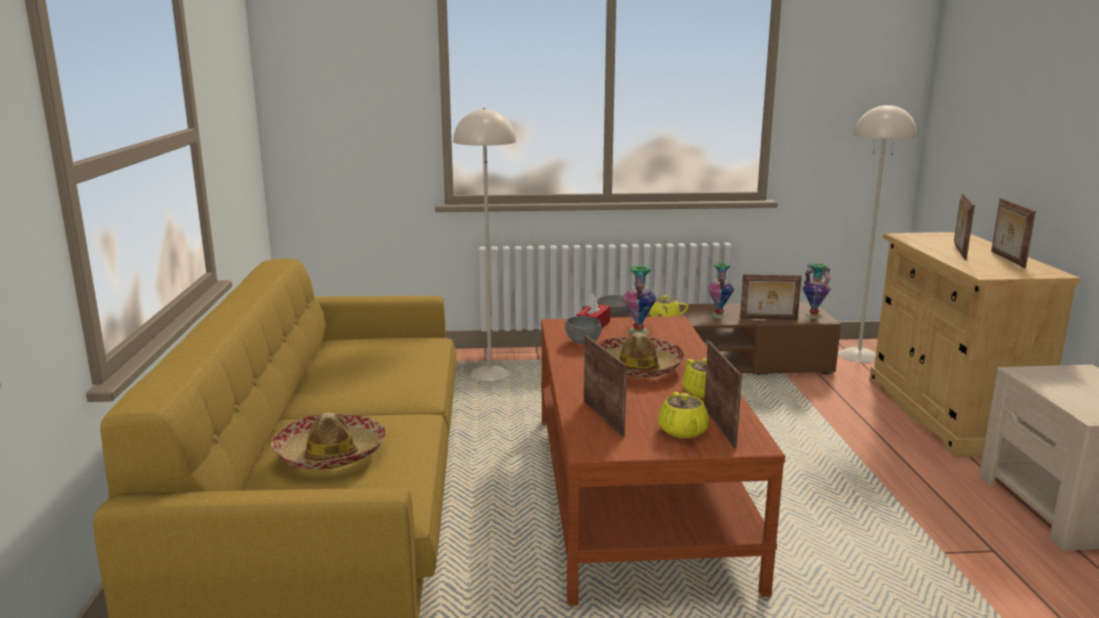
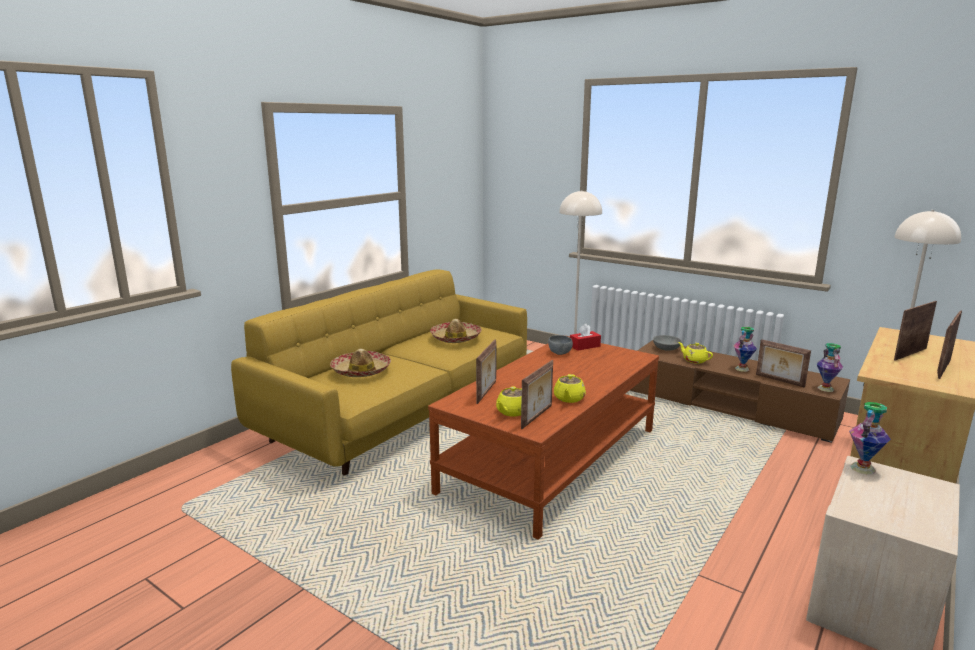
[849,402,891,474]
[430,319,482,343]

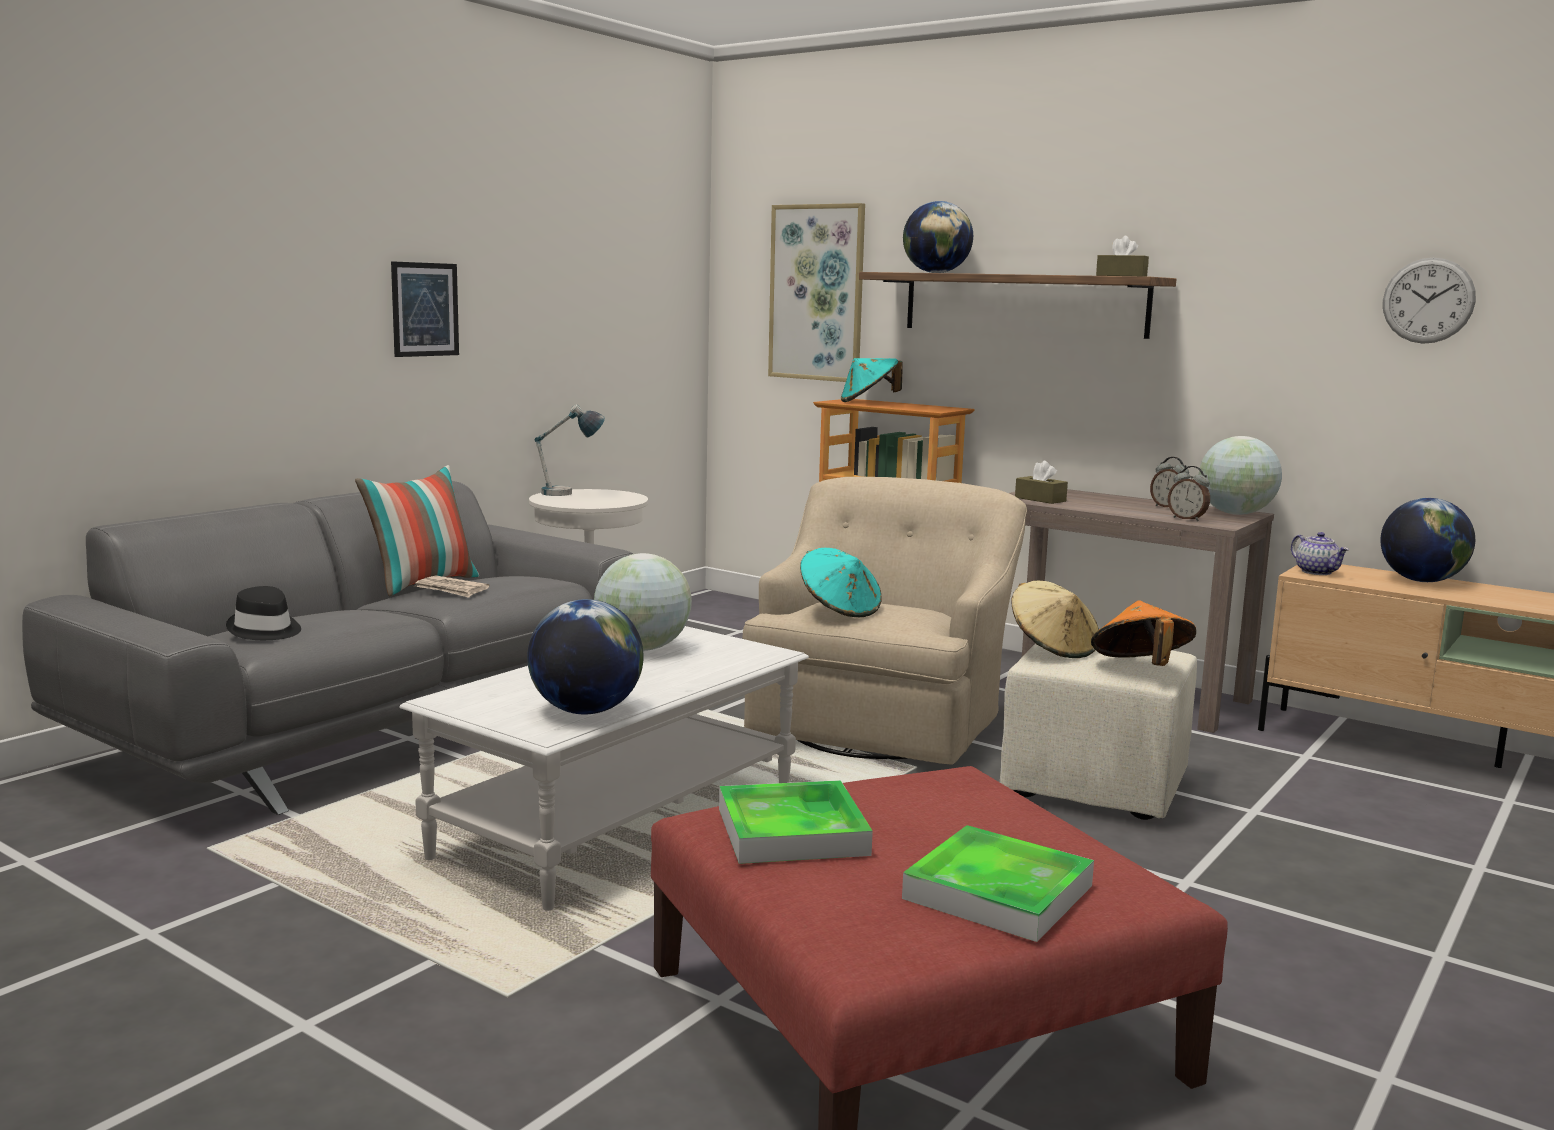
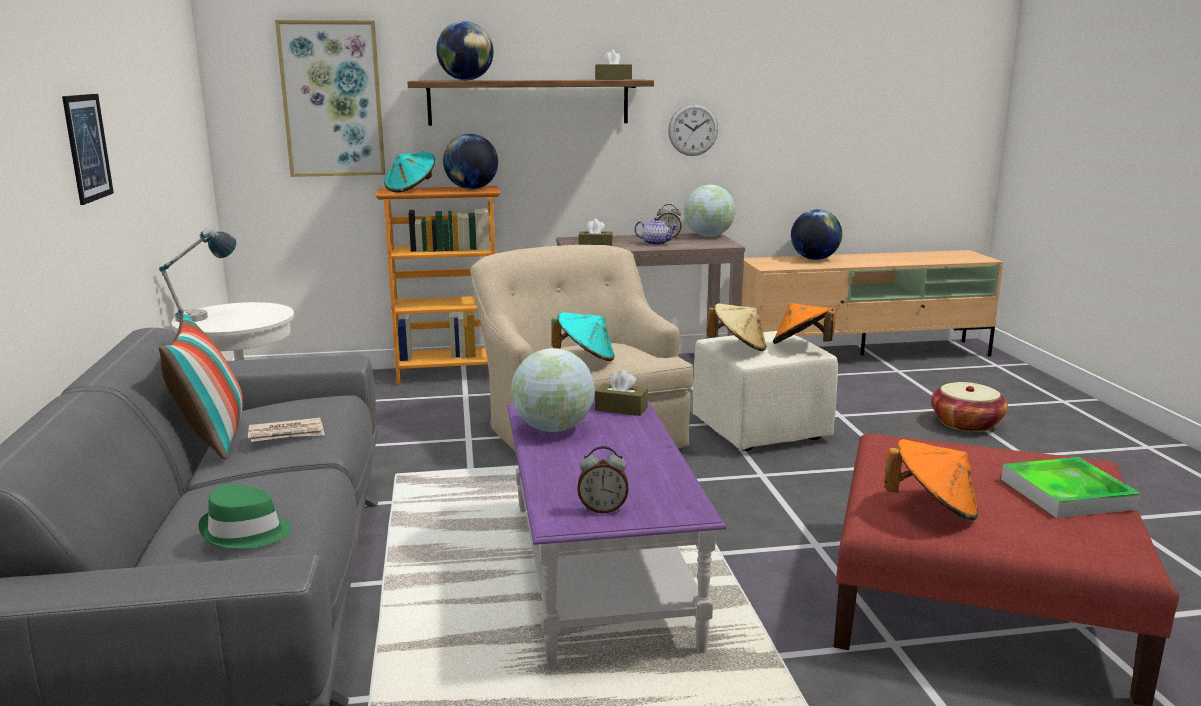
[668,103,718,156]
[577,446,629,513]
[634,217,678,245]
[198,484,292,549]
[443,134,498,189]
[507,398,726,669]
[884,439,978,520]
[595,370,648,416]
[931,382,1008,432]

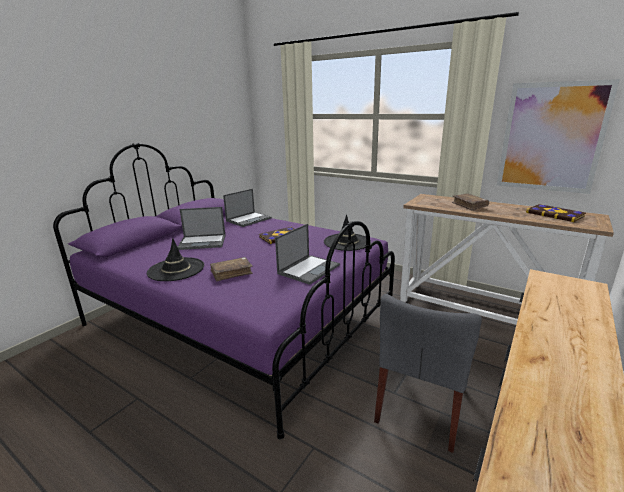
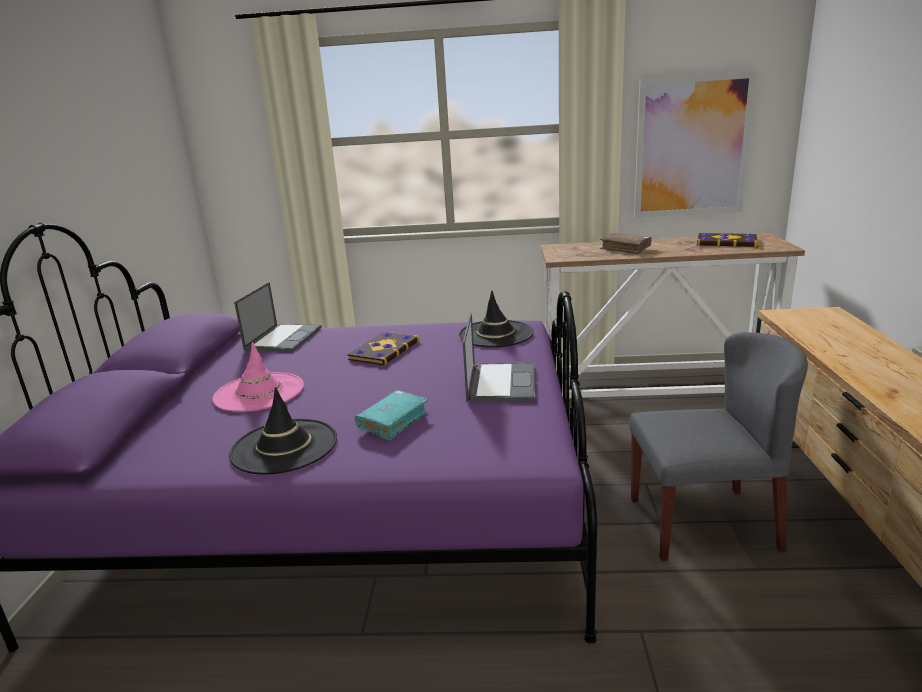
[212,342,304,412]
[355,390,428,441]
[629,332,808,561]

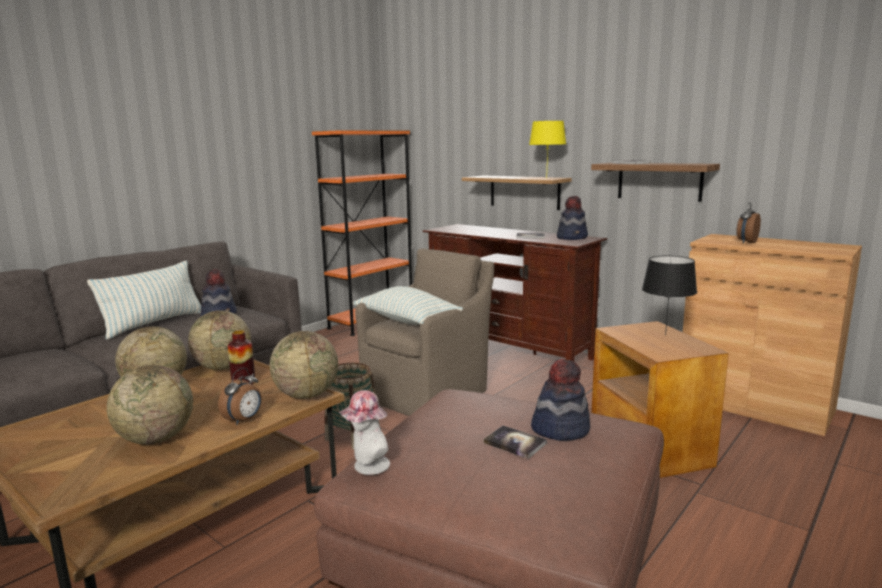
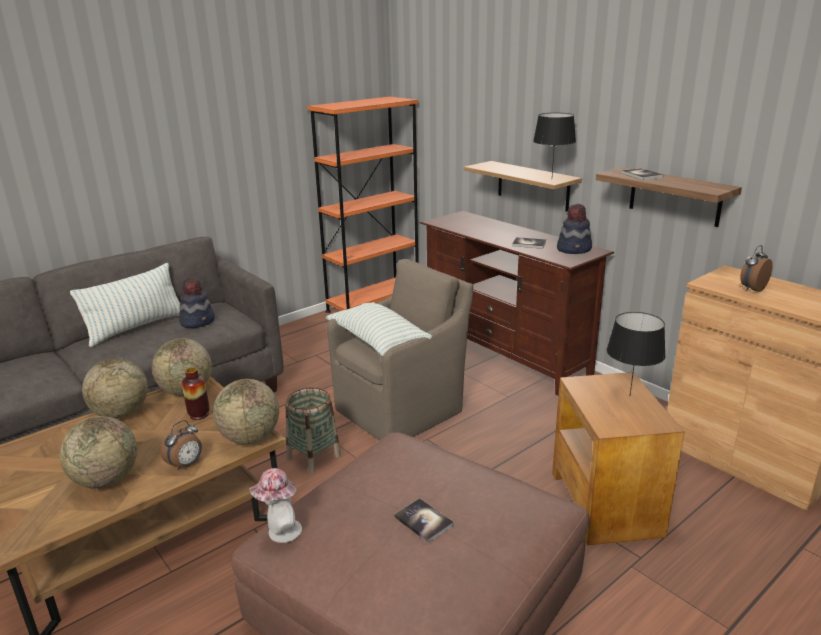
[533,113,576,175]
[531,359,590,441] (first image)

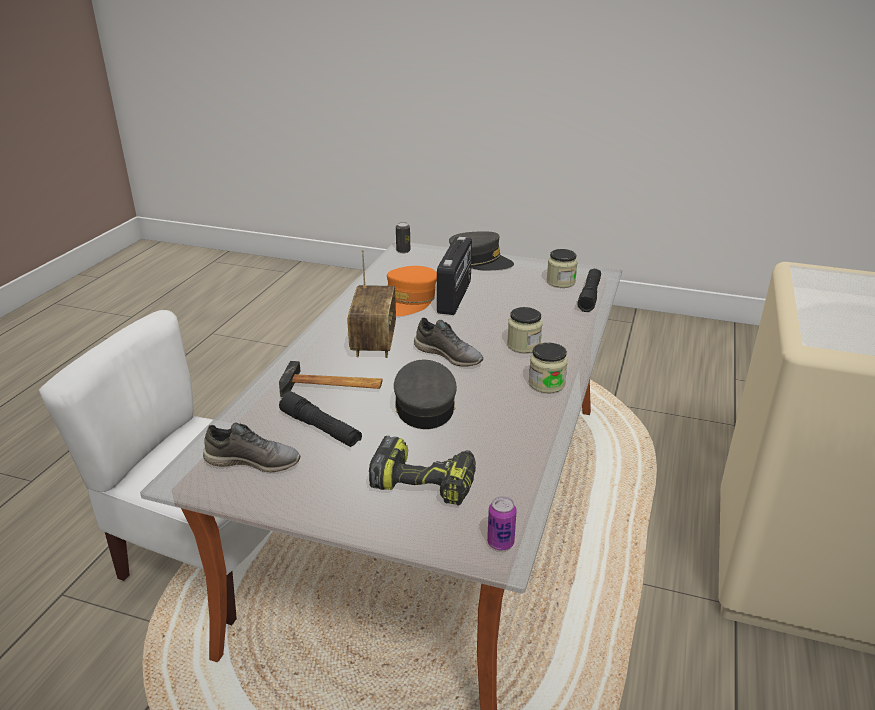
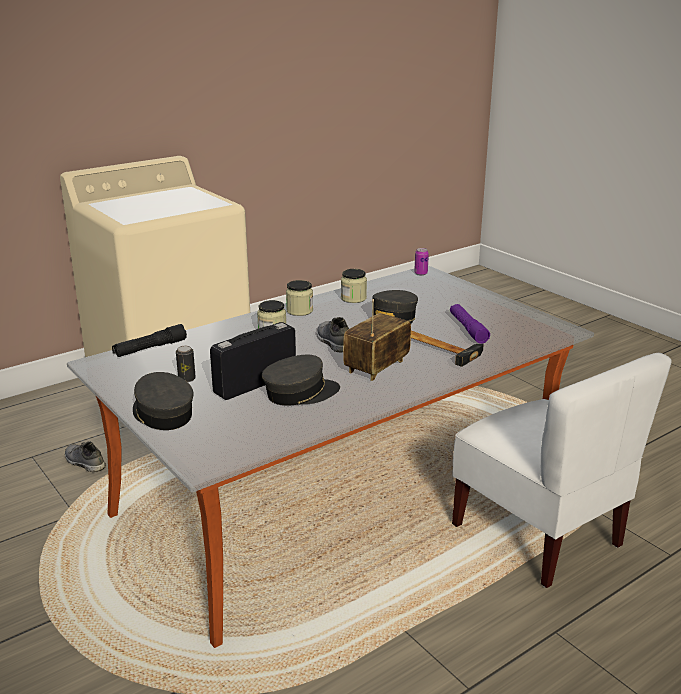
[176,346,196,382]
[341,269,367,303]
[262,355,340,406]
[450,304,490,344]
[65,442,106,472]
[369,436,476,506] (first image)

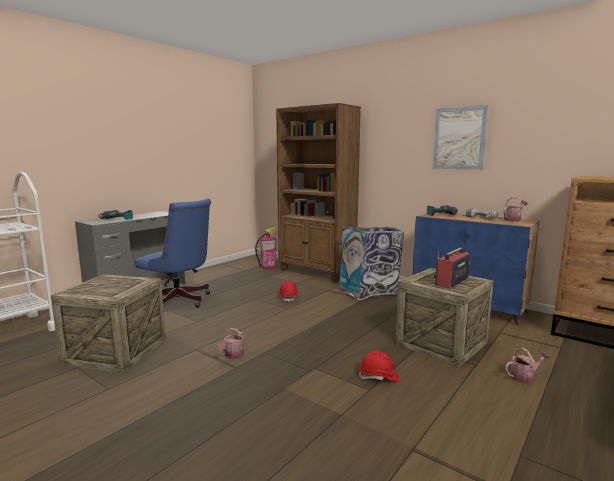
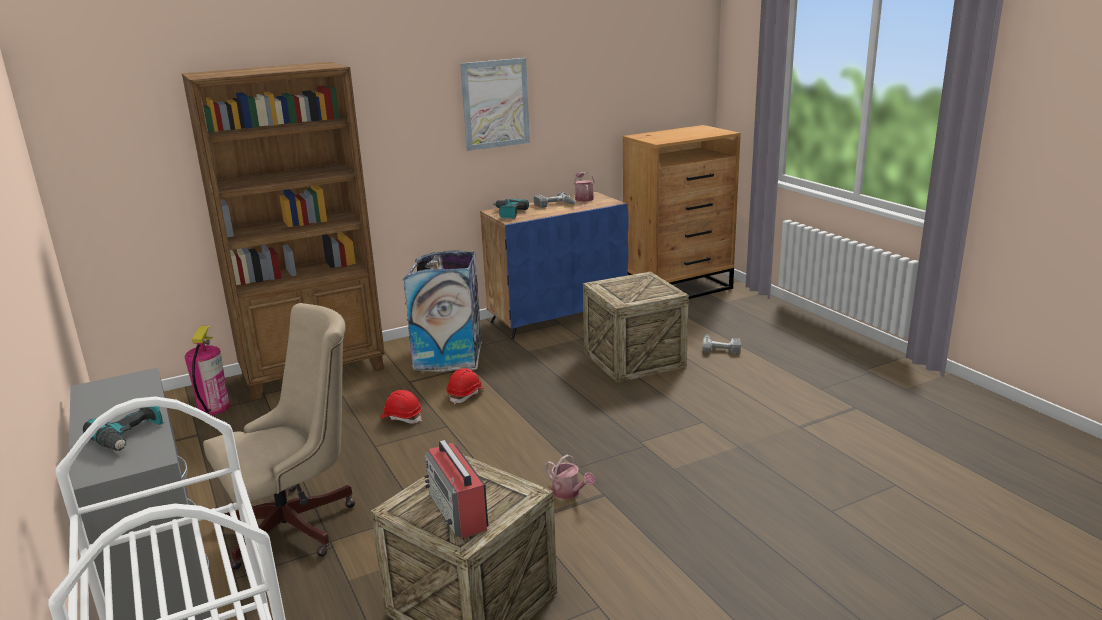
[203,303,355,570]
[424,440,488,538]
[702,334,741,354]
[446,368,484,404]

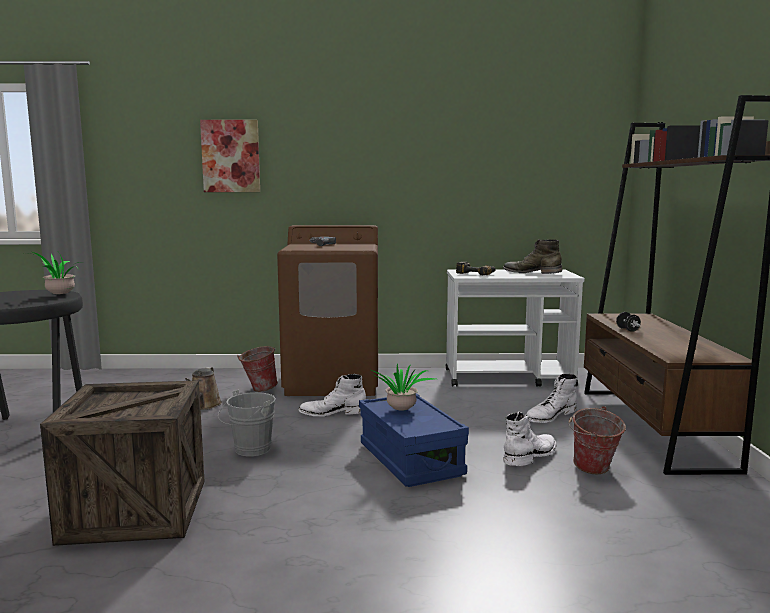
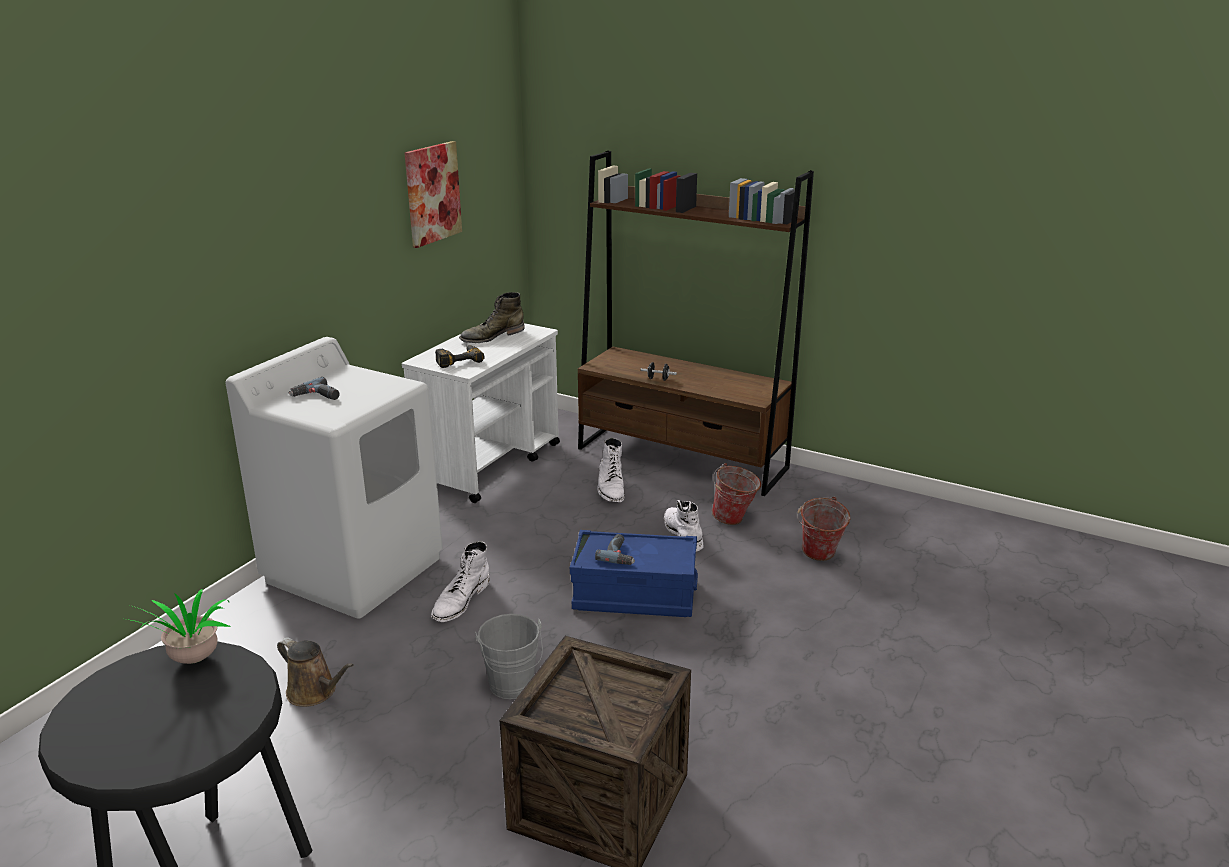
[404,141,462,248]
[225,337,443,619]
[797,496,850,561]
[595,534,635,565]

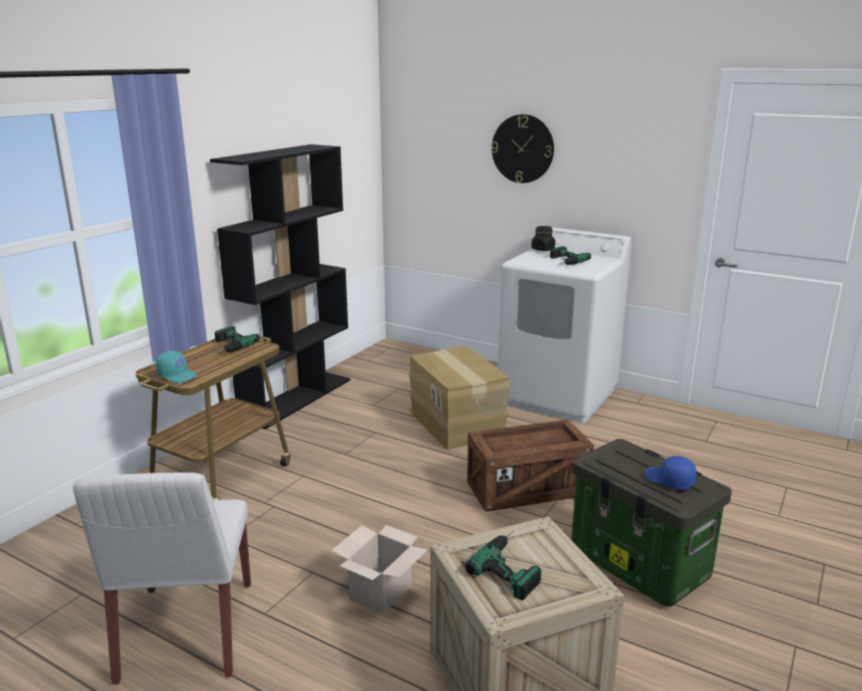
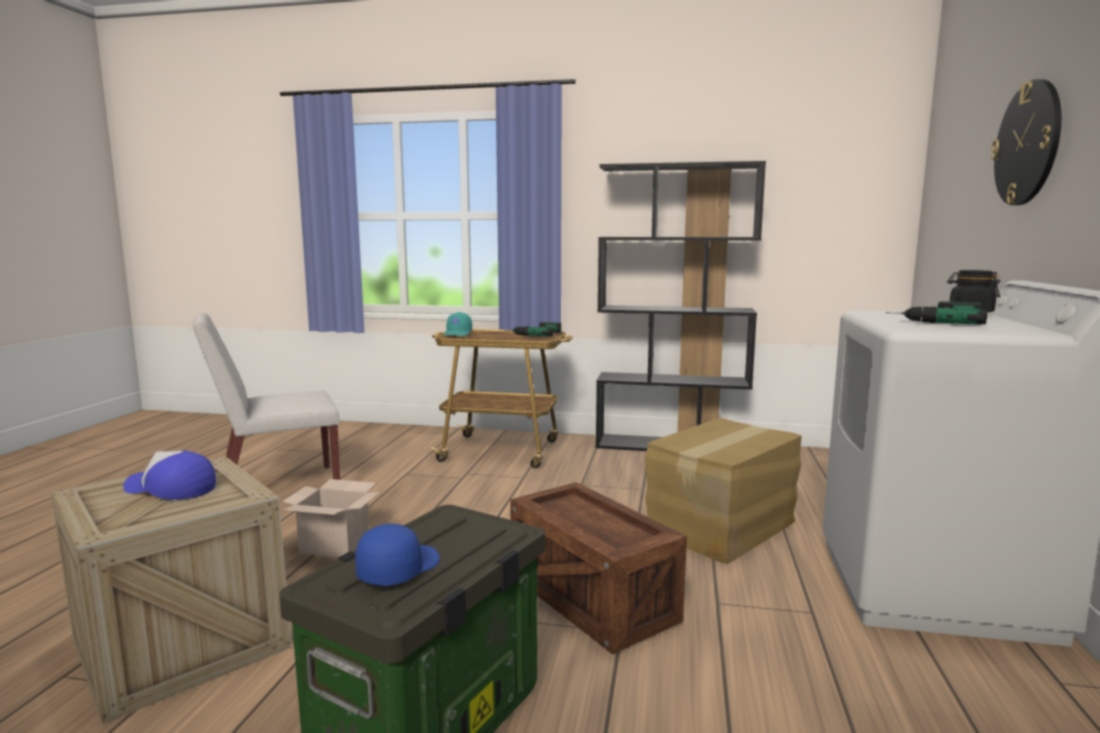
[123,451,216,500]

